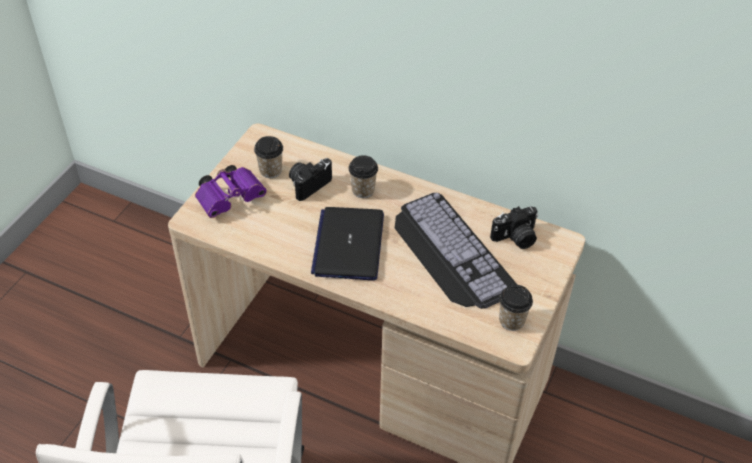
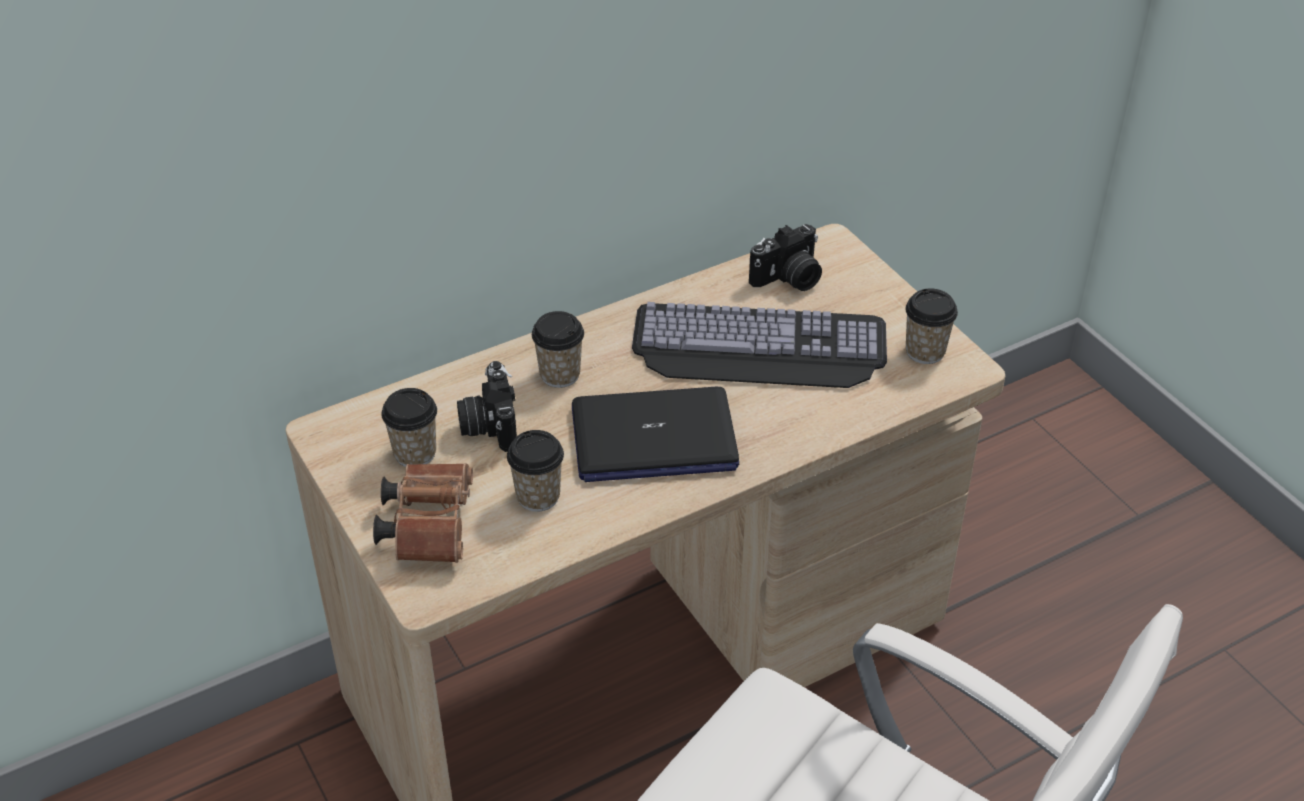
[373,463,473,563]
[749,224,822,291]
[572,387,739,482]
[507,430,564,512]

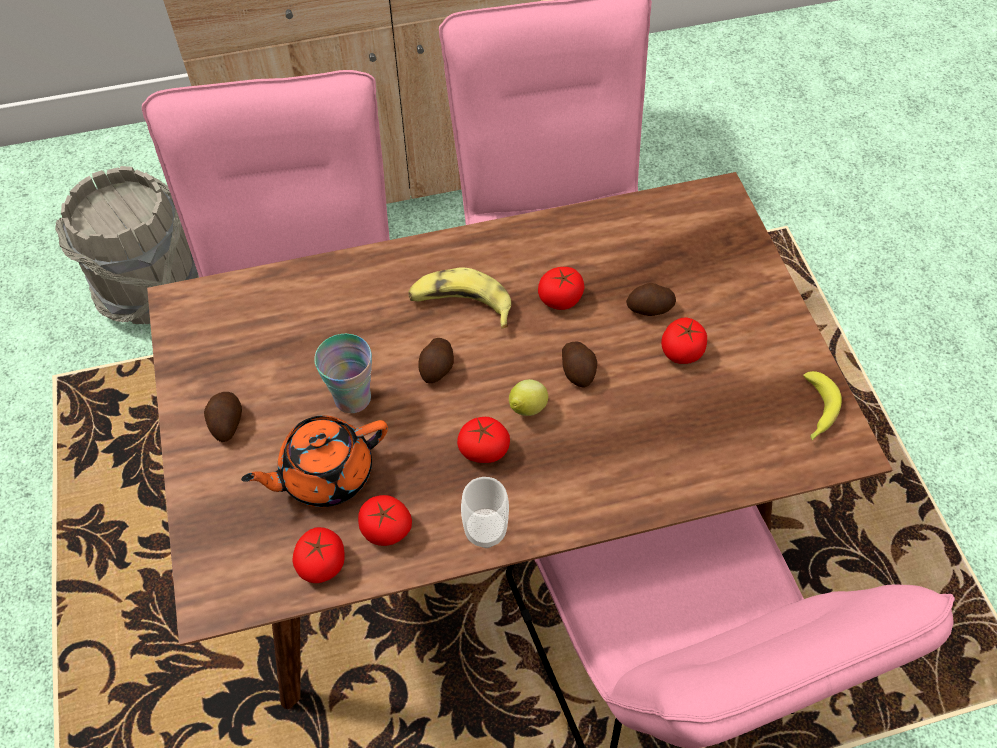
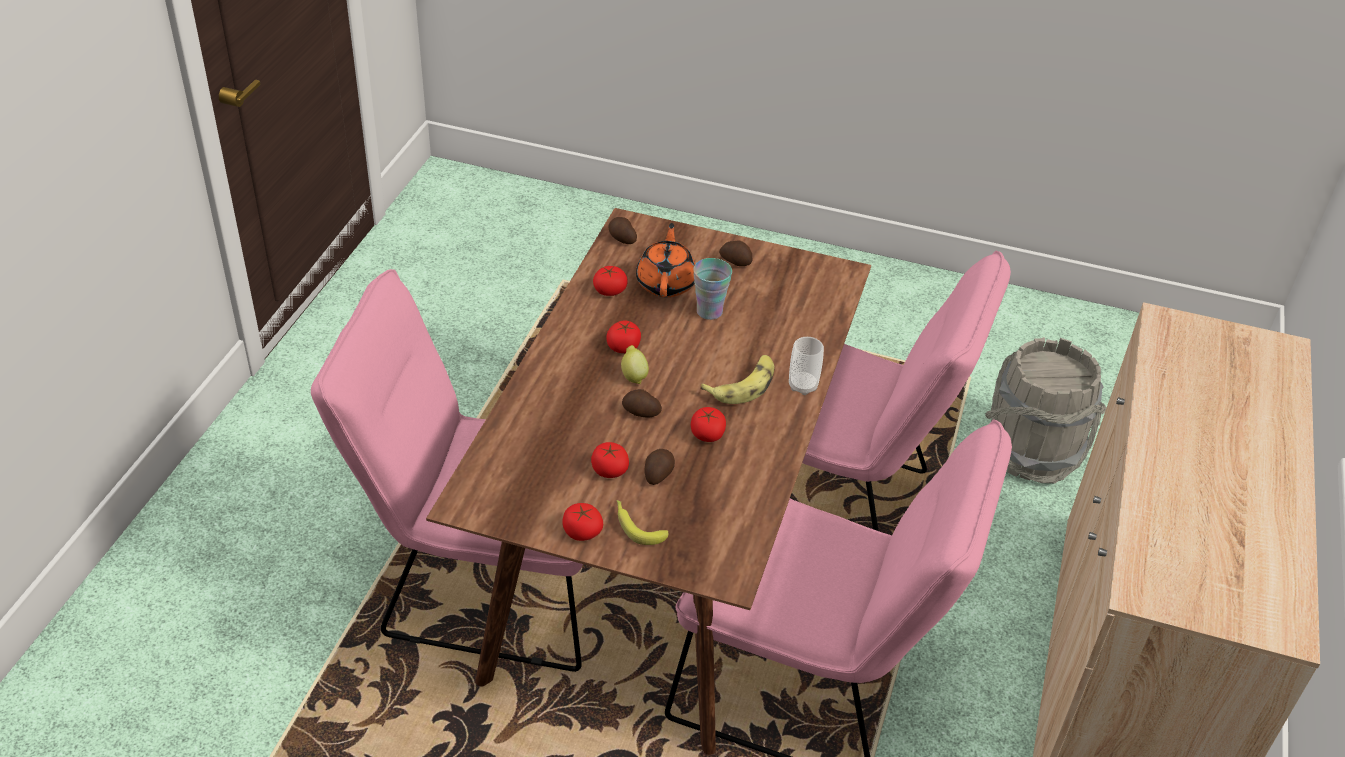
[608,217,637,244]
[617,500,668,545]
[789,337,824,395]
[563,503,603,541]

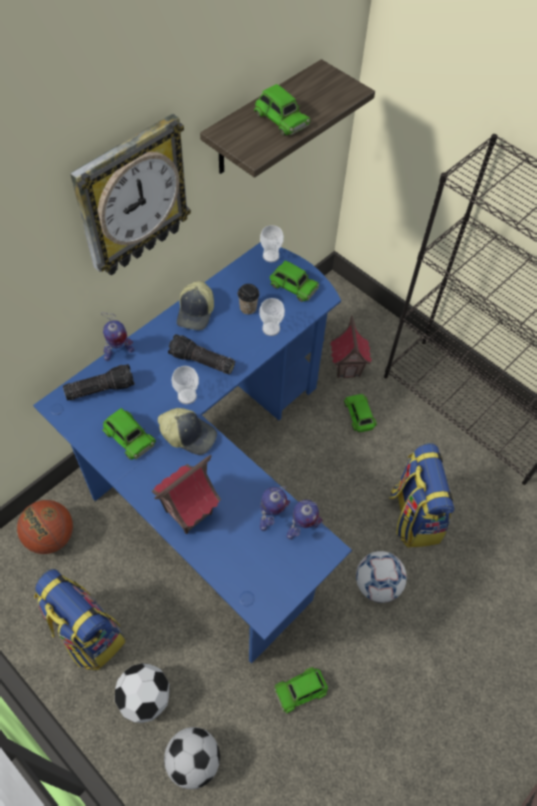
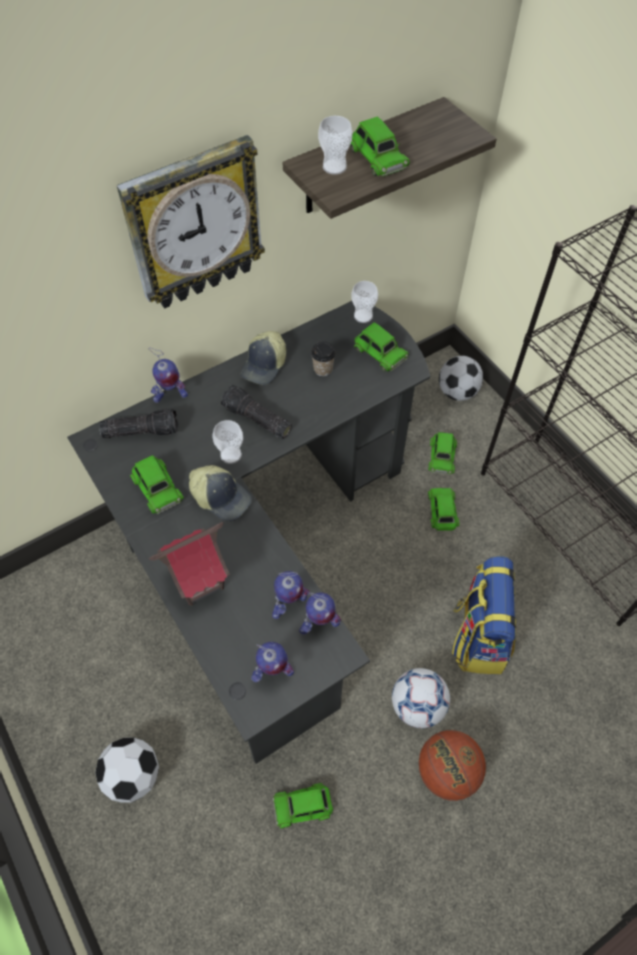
[67,301,430,764]
[318,116,352,175]
[428,432,457,475]
[419,730,486,801]
[34,569,126,670] (first image)
[439,356,483,401]
[251,642,294,682]

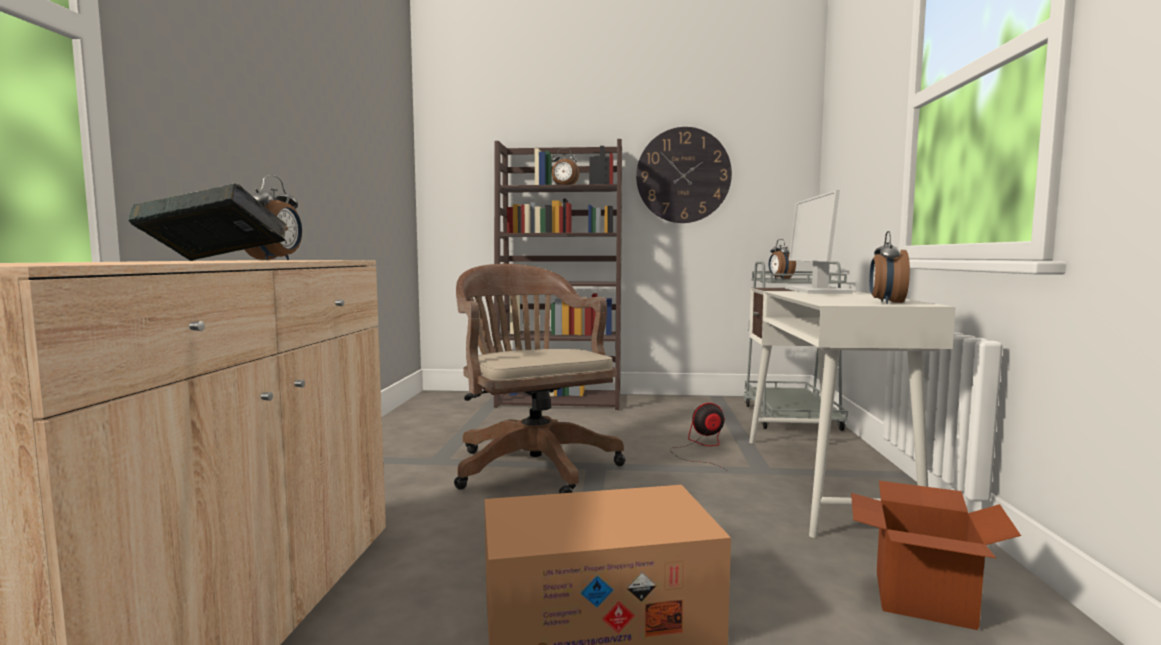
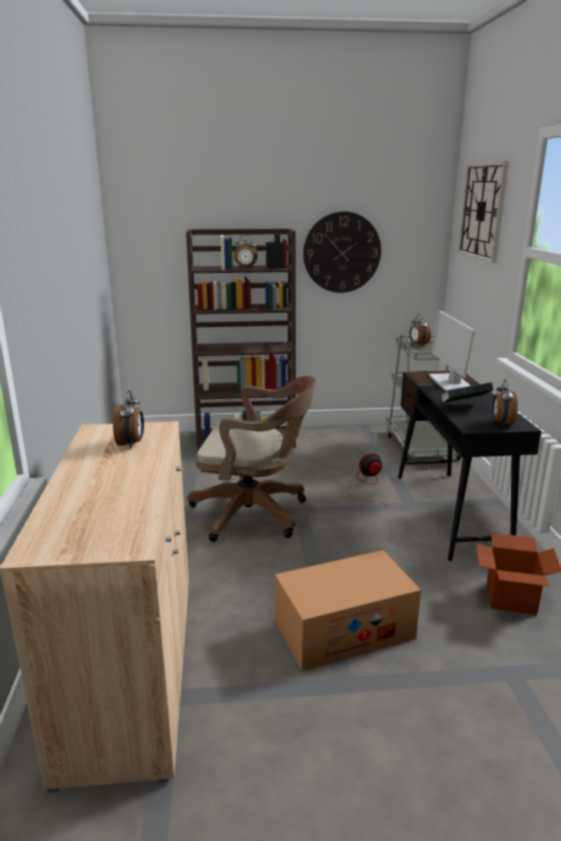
[440,382,493,403]
[187,376,316,542]
[398,370,541,561]
[458,161,509,263]

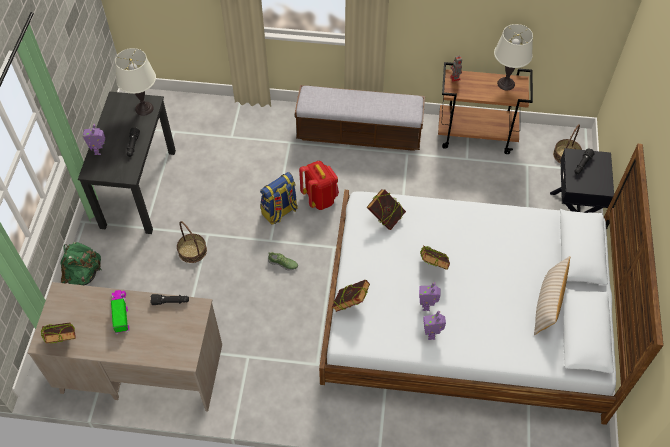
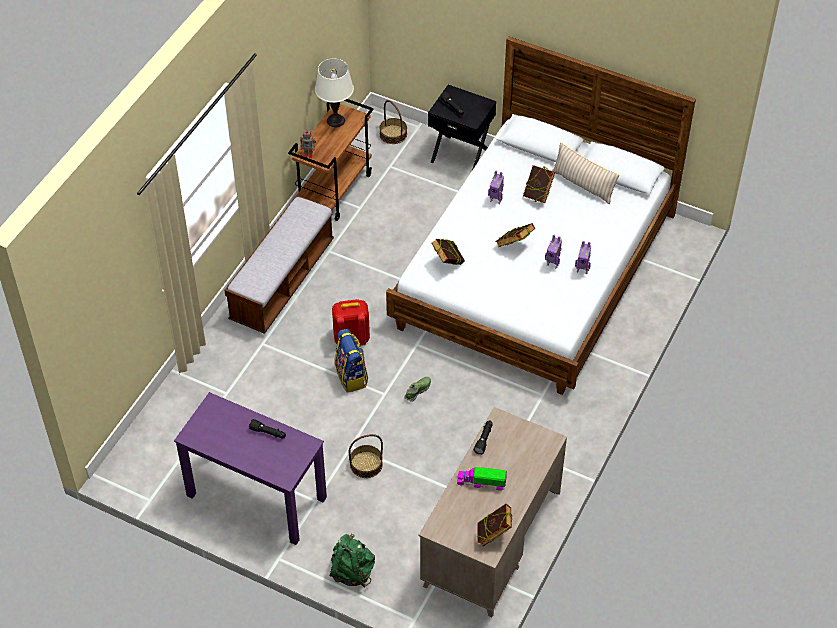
[115,48,156,116] (first image)
[174,392,327,545]
[488,171,504,204]
[523,165,555,203]

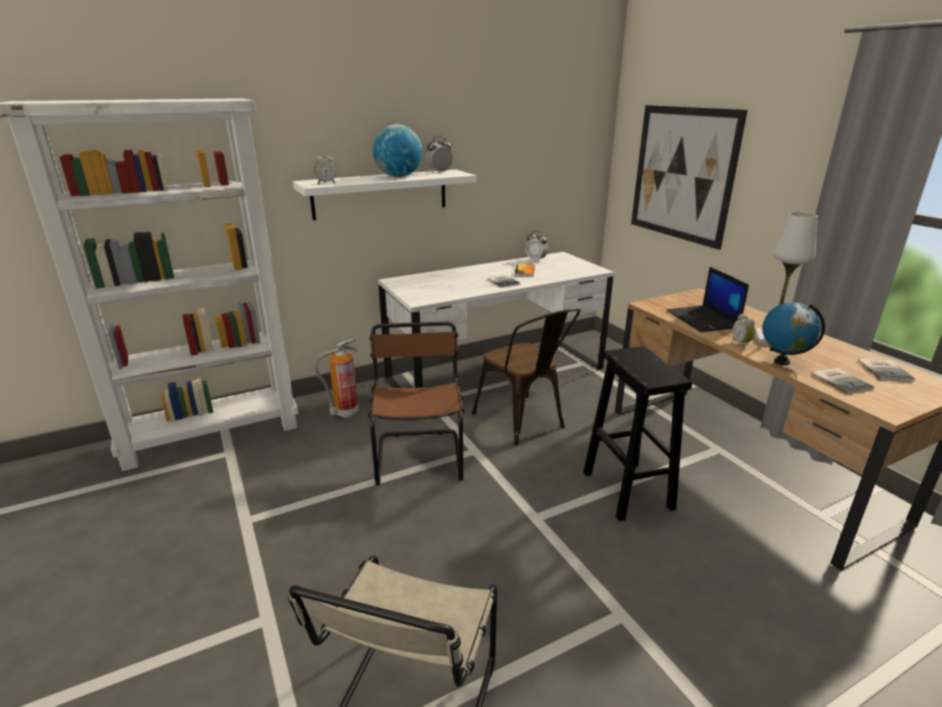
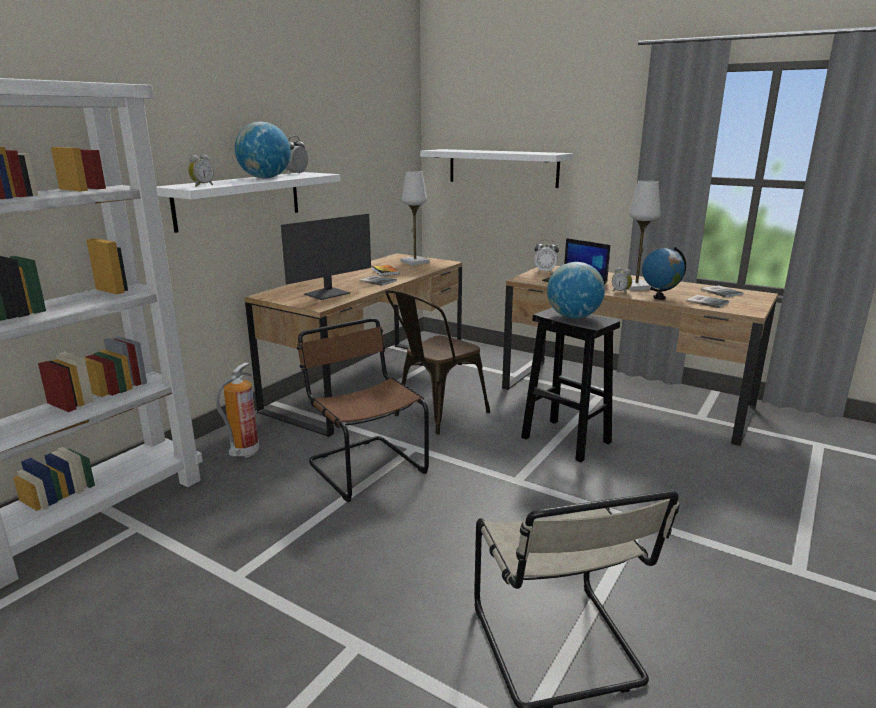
[420,149,573,188]
[534,240,559,273]
[244,253,462,437]
[385,290,490,435]
[401,171,430,266]
[281,214,371,300]
[547,262,605,319]

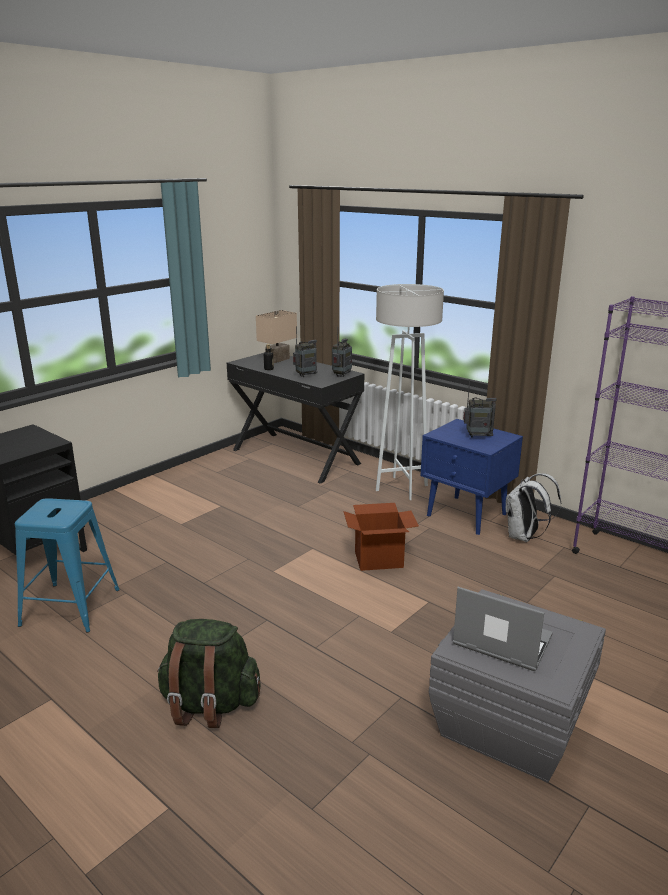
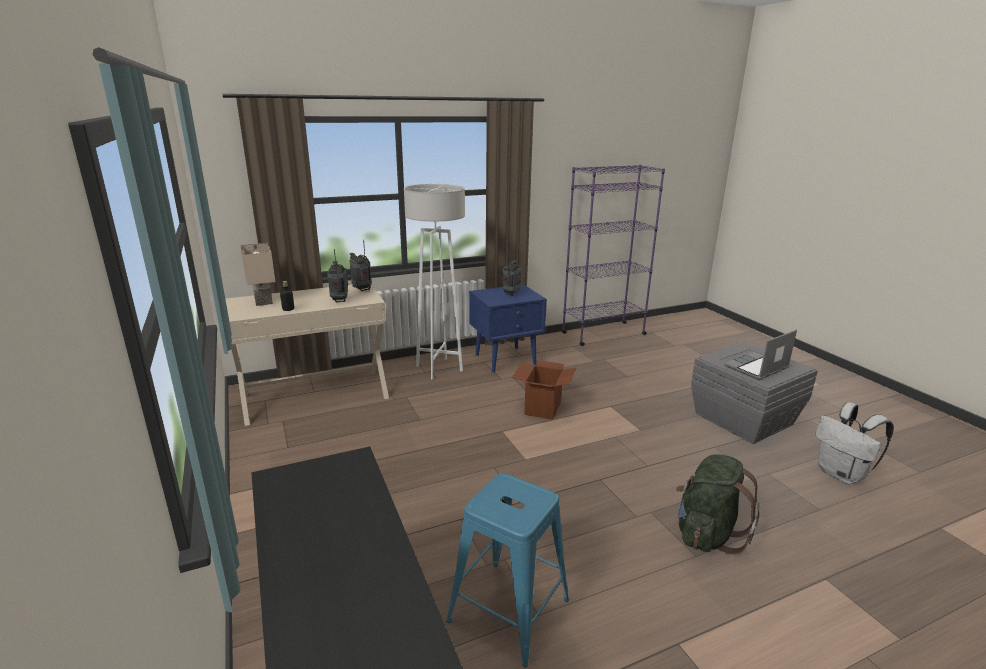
[225,285,389,426]
[815,402,894,484]

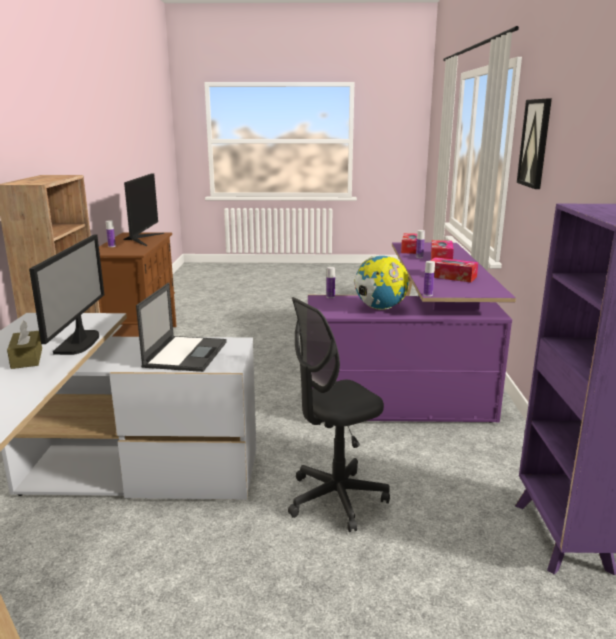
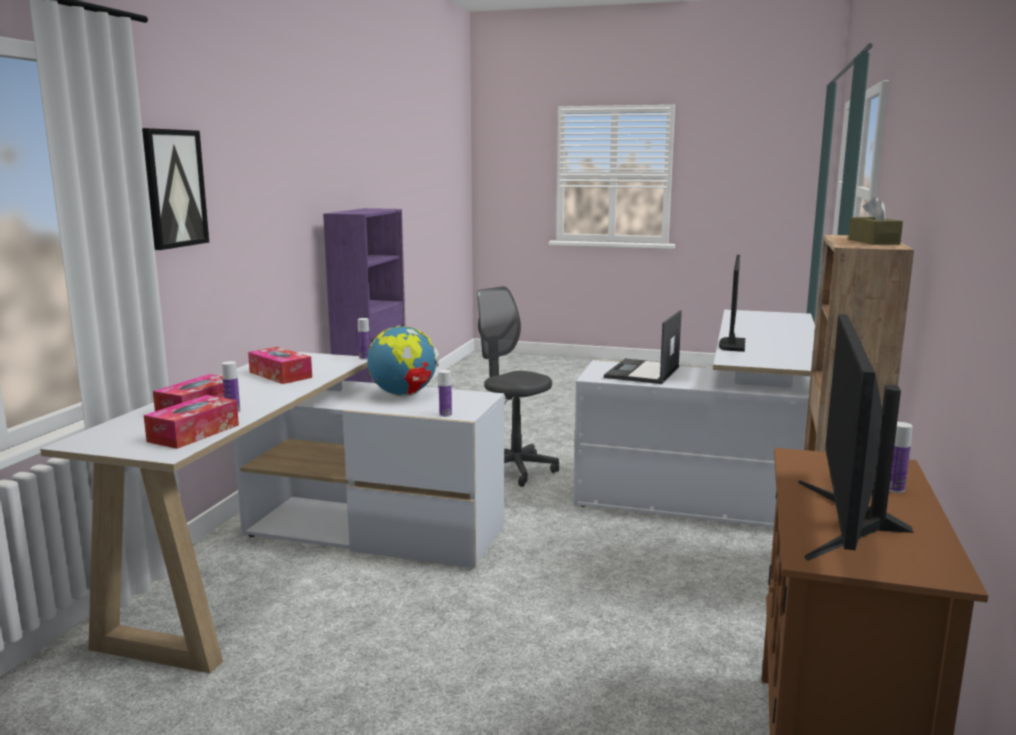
[40,352,504,673]
[477,286,559,487]
[849,196,903,245]

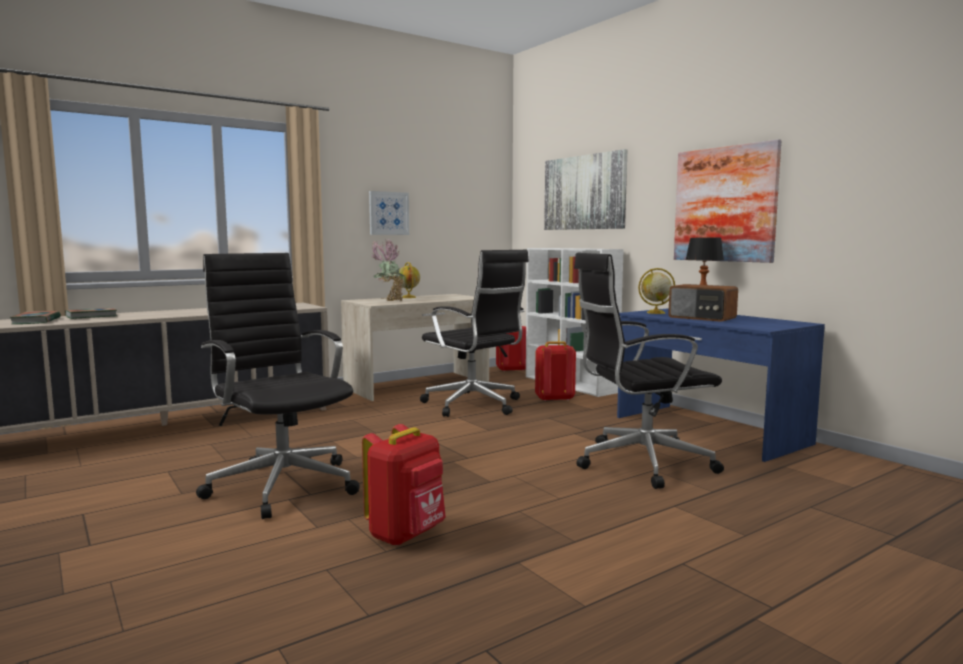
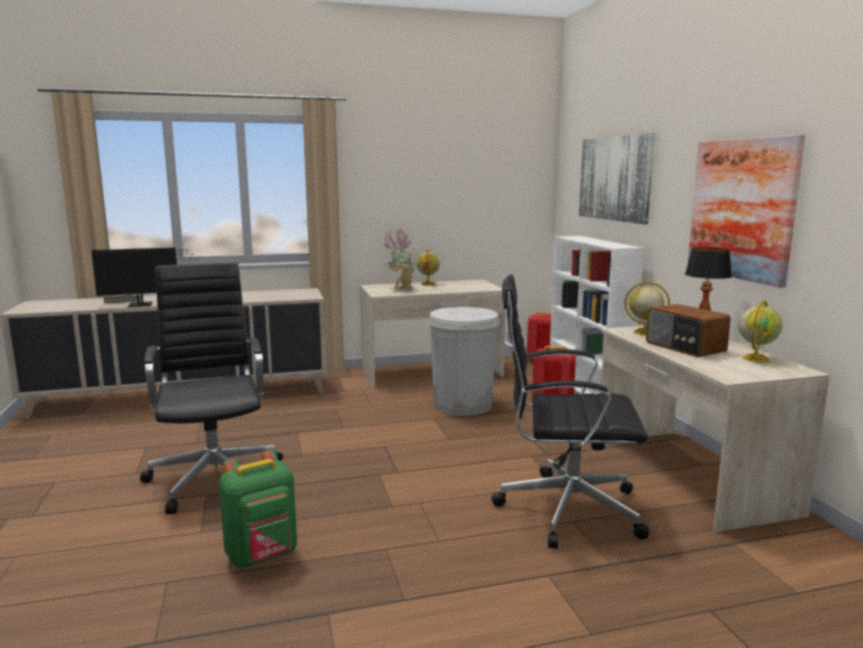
[369,191,409,235] (first image)
[427,307,500,416]
[601,326,830,532]
[9,311,61,324] (first image)
[219,450,297,568]
[91,247,203,307]
[738,300,782,363]

